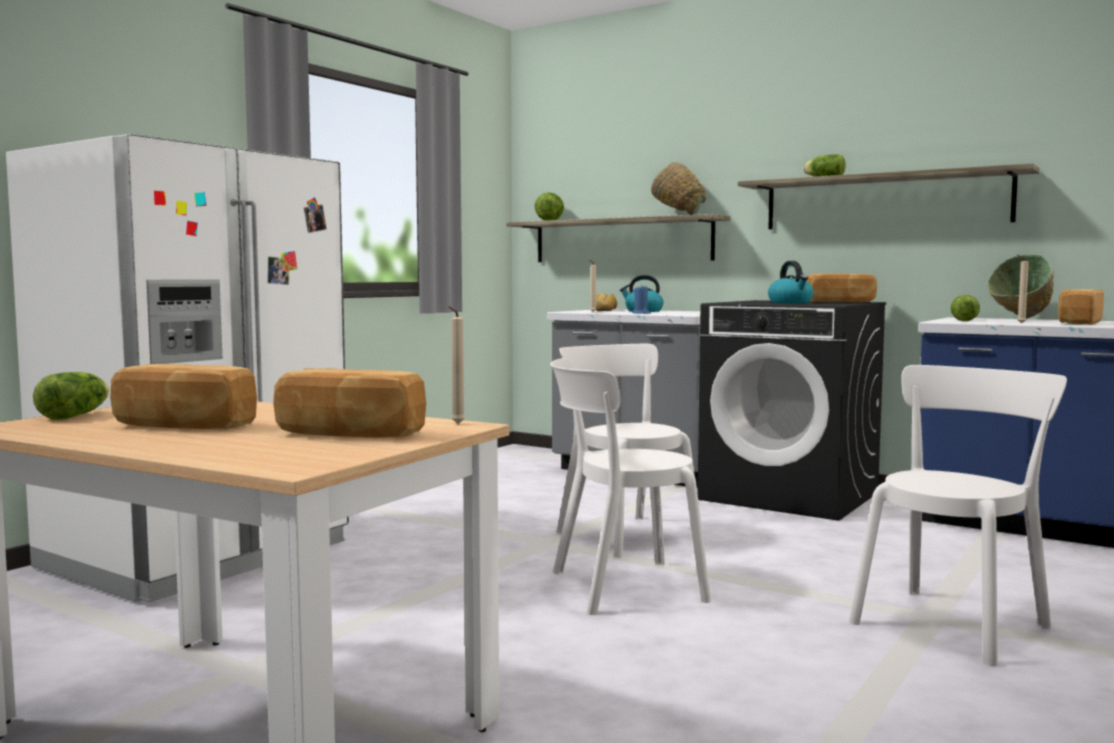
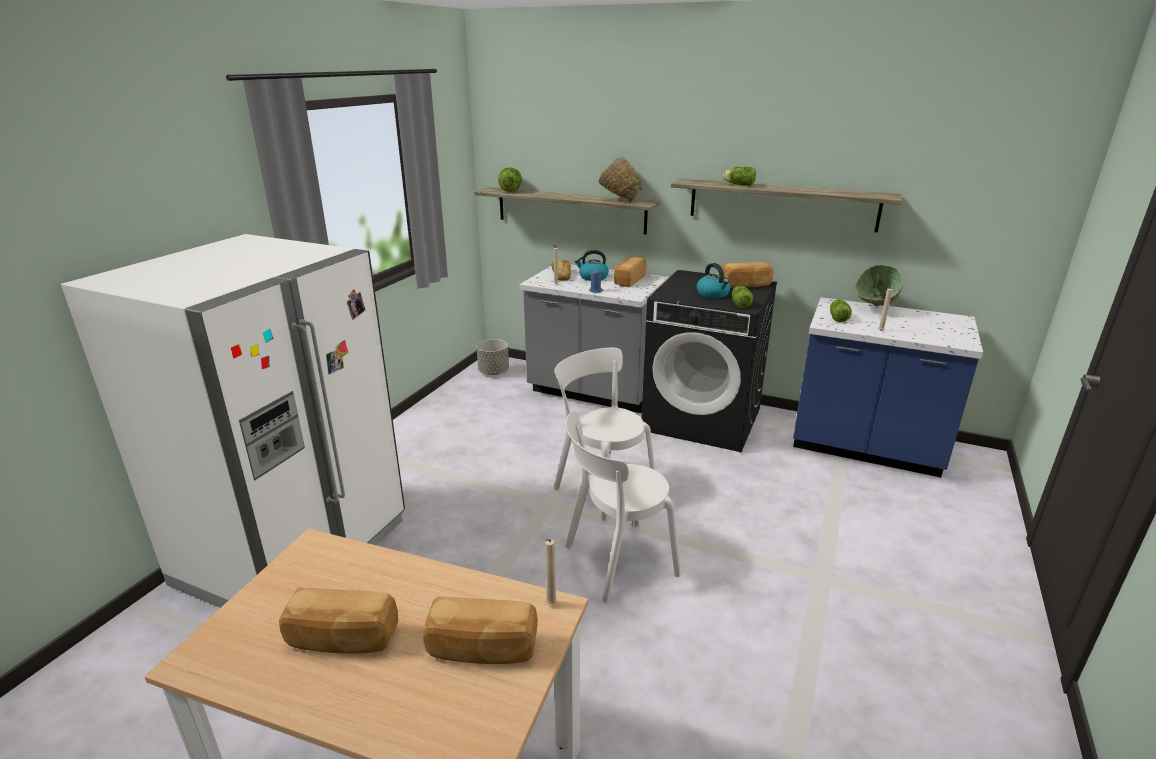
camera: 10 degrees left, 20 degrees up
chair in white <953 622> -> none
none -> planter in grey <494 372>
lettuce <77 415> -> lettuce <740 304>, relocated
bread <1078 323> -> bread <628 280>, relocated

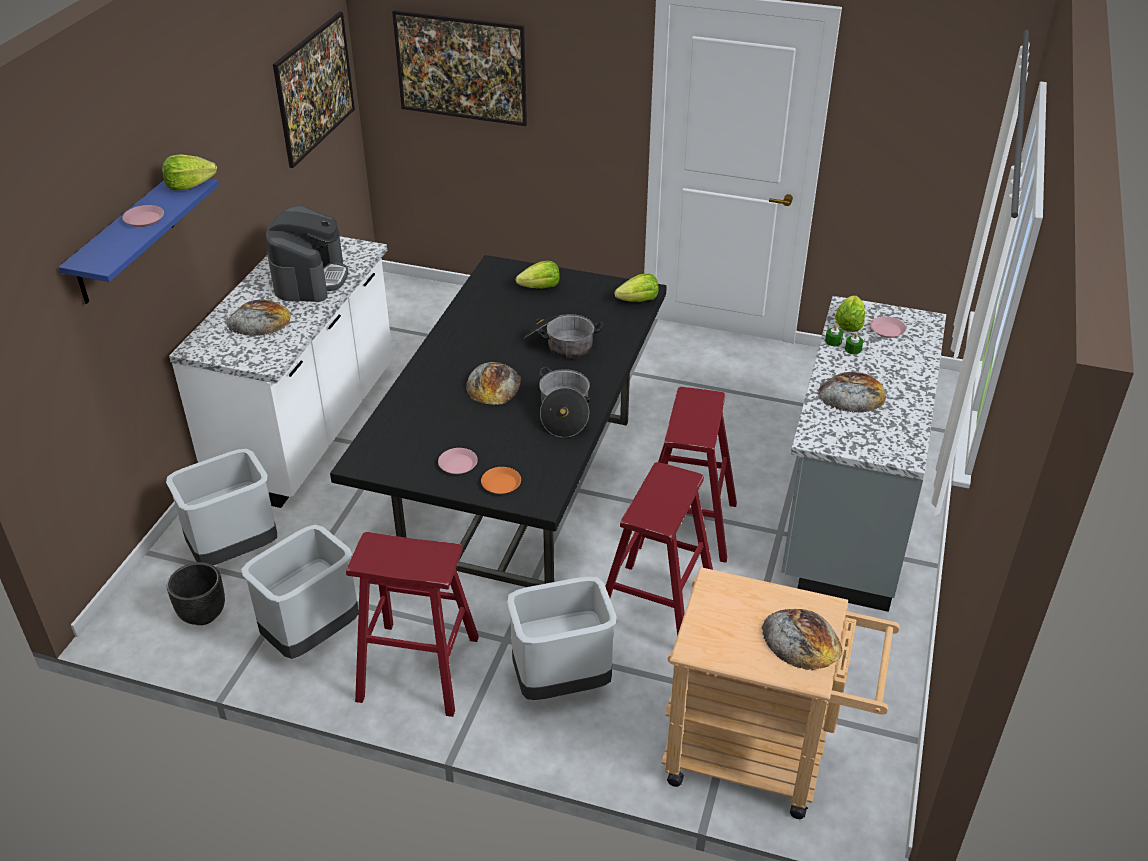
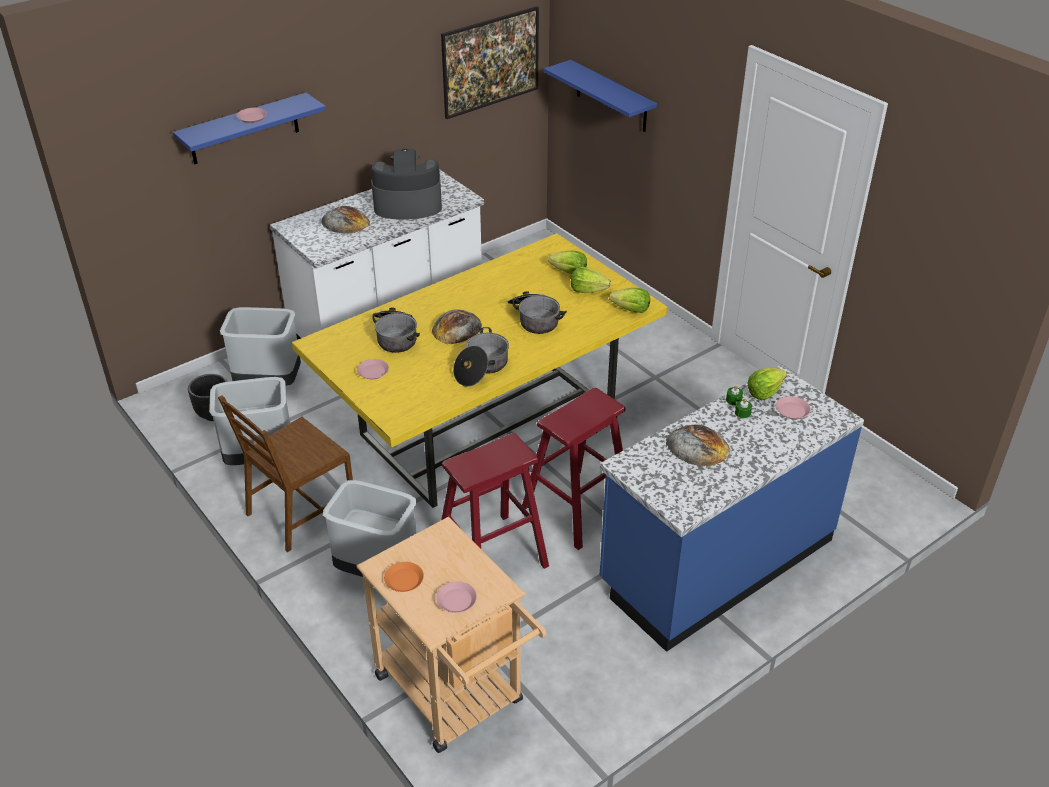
camera: 35 degrees right, 0 degrees up
none -> cooking pot <396 337>
lettuce <189 186> -> lettuce <588 290>, relocated
plate in orange <500 483> -> plate in orange <404 579>, relocated
stool in red <418 668> -> chair in brown <300 512>
picture <462 92> -> shelf in blue <611 97>
bread <801 639> -> plate in pink <456 600>
dining table in black <519 487> -> dining table in yellow <485 425>
counter in grey <847 513> -> counter in blue <715 562>
coffee machine <310 278> -> coffee machine <407 205>, 135 degrees counterclockwise

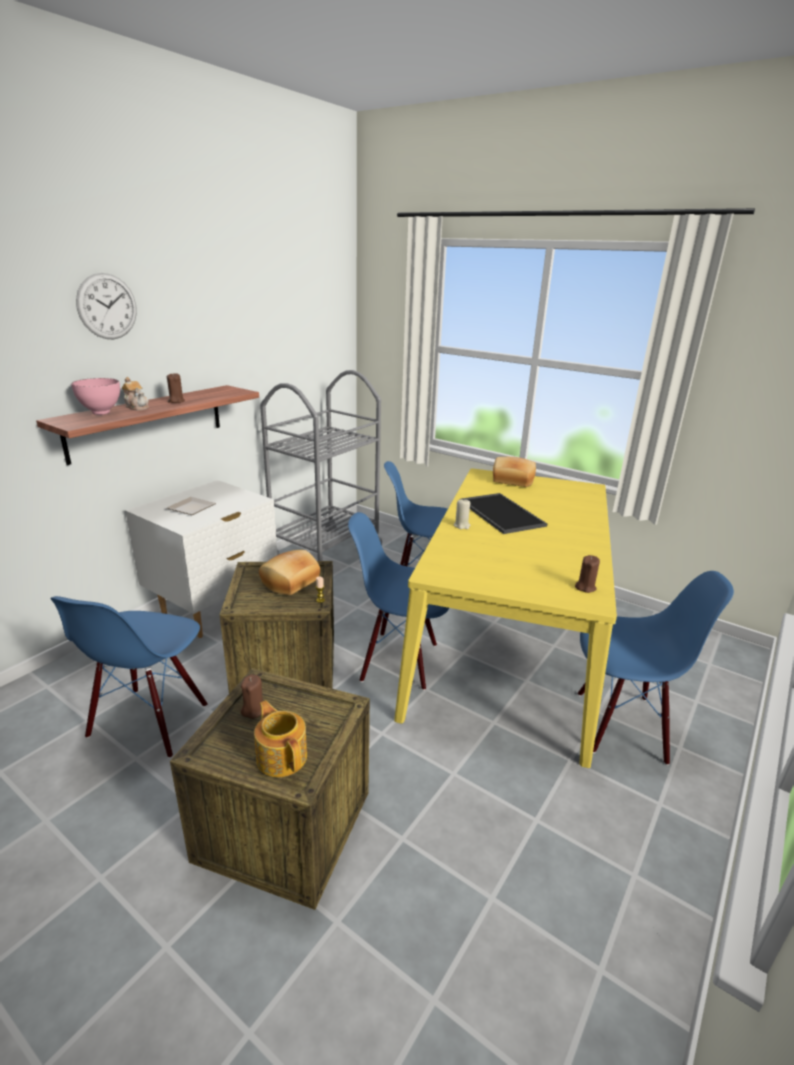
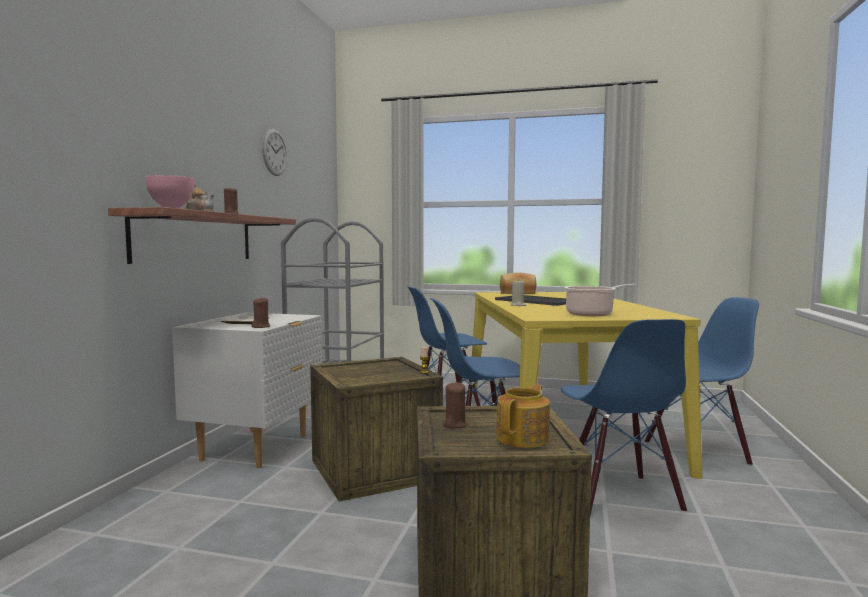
camera: 20 degrees left, 20 degrees down
bread <291 582> -> none
none -> cooking pot <592 314>
chair in blue <149 722> -> chair in blue <619 497>, relocated
wall clock <107 306> -> wall clock <274 152>, relocated
candle in brown <585 587> -> candle in brown <261 327>, relocated
teapot <282 756> -> teapot <523 438>, 90 degrees clockwise

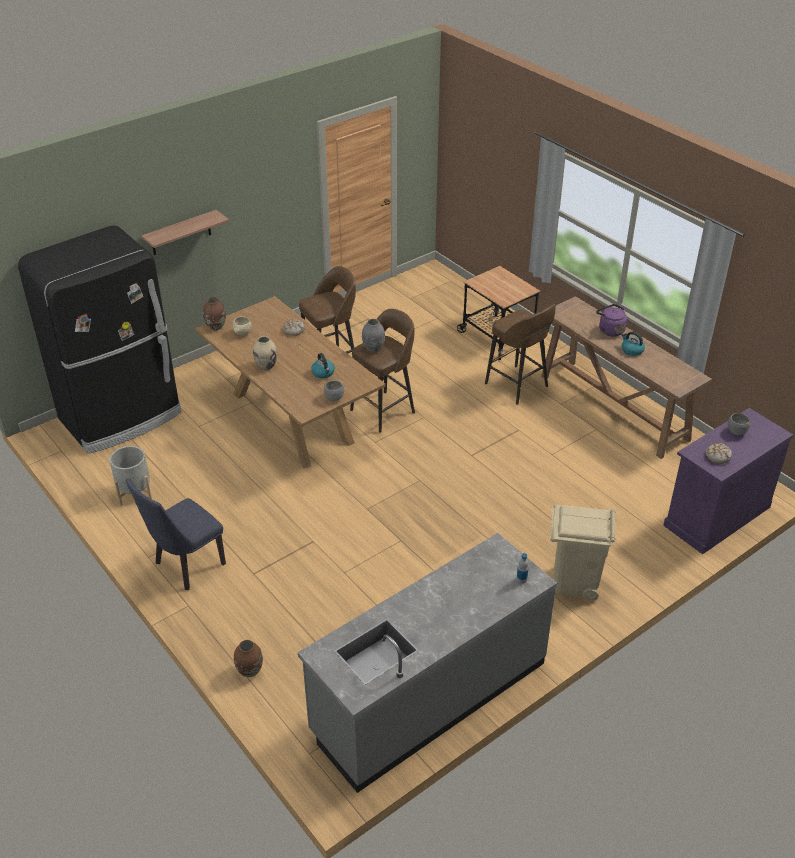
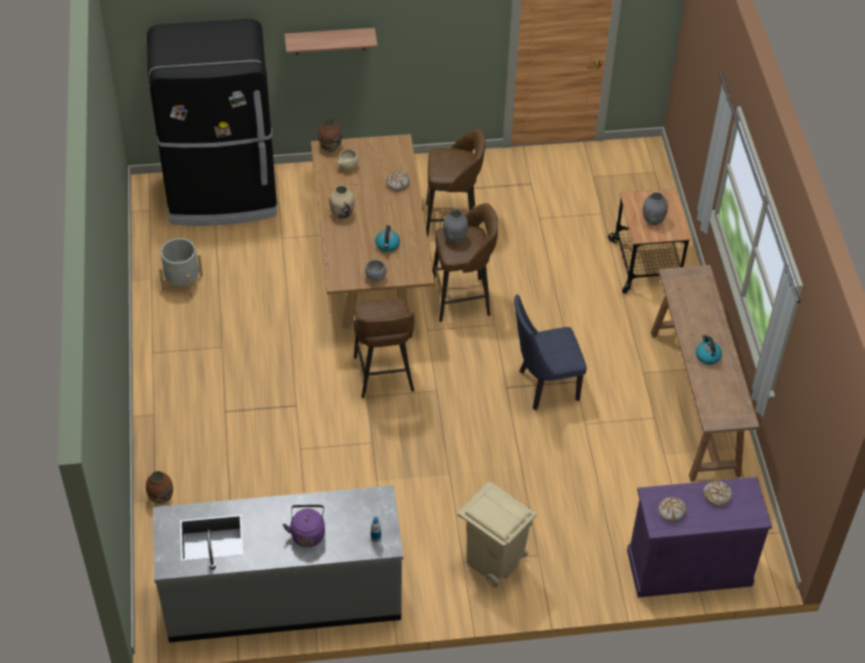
camera: 30 degrees right, 10 degrees up
none -> vase in grey <653 220>
chair in blue <185 567> -> chair in blue <543 387>, relocated
stool in brown <517 386> -> stool in brown <384 376>, relocated
kettle in purple <609 330> -> kettle in purple <307 533>, relocated
bowl in grey <736 432> -> bread <716 496>

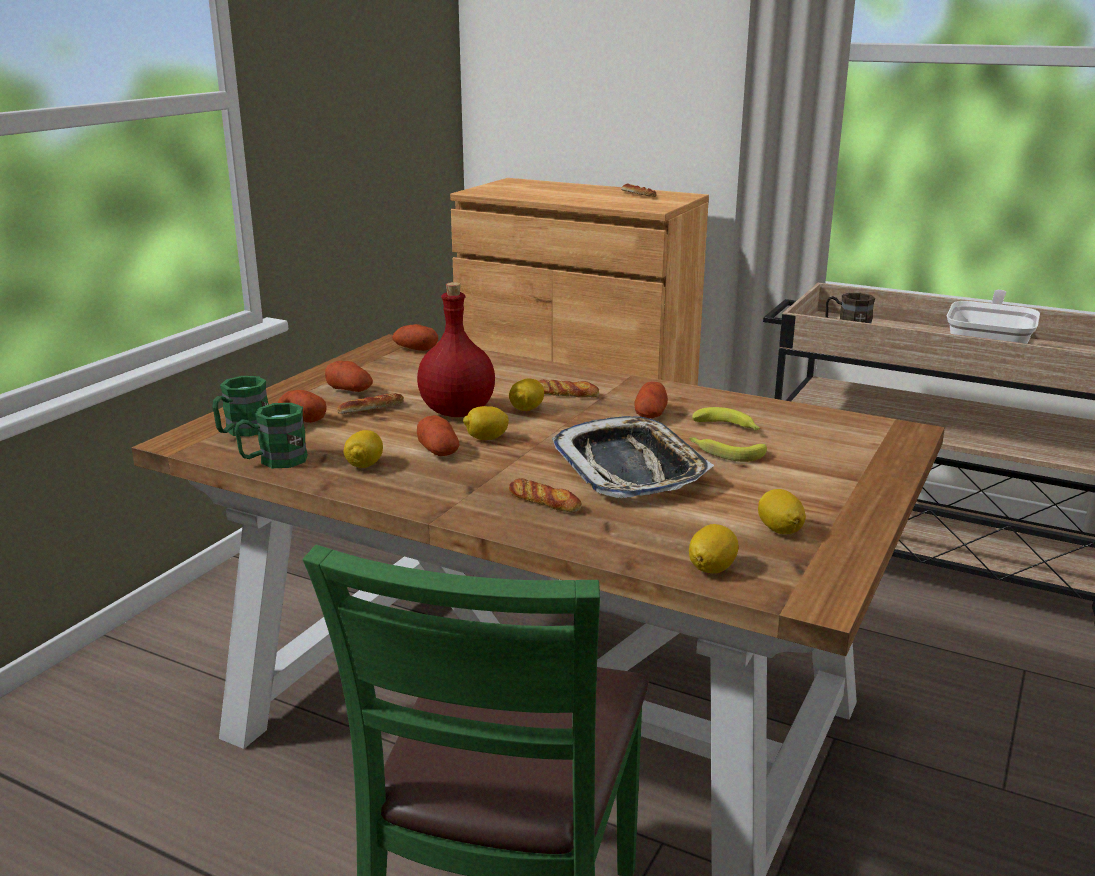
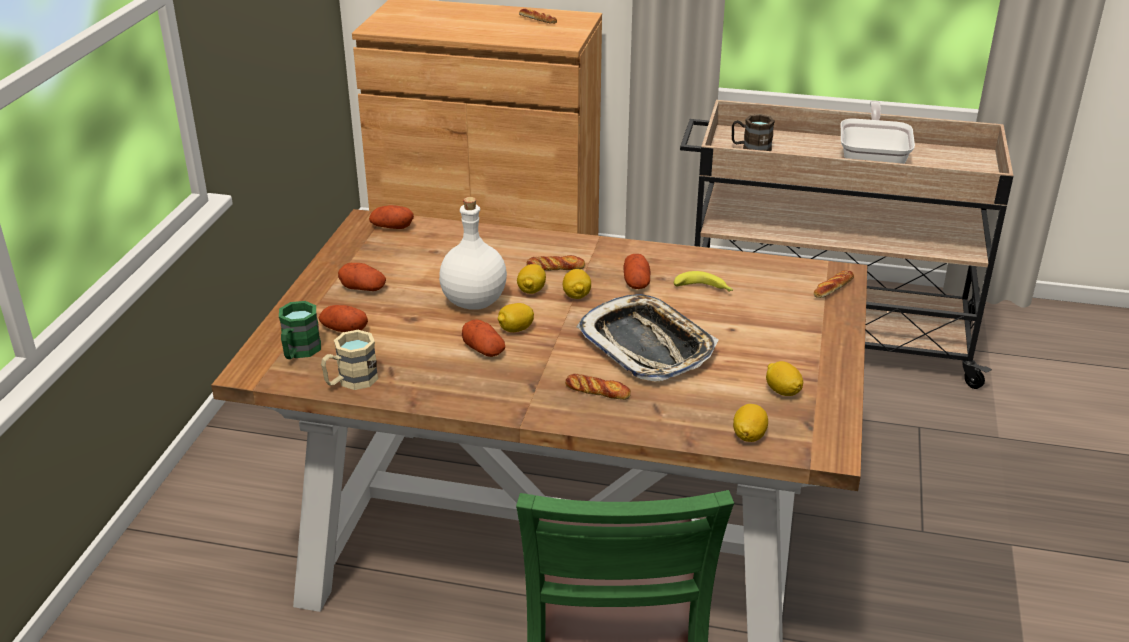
camera: 15 degrees left, 10 degrees up
banana <725 453> -> none
bread <371 409> -> bread <833 288>, relocated
lemon <364 465> -> lemon <576 296>, relocated
mug in green <273 461> -> mug in beige <350 381>
bottle in red <458 412> -> bottle in white <475 301>

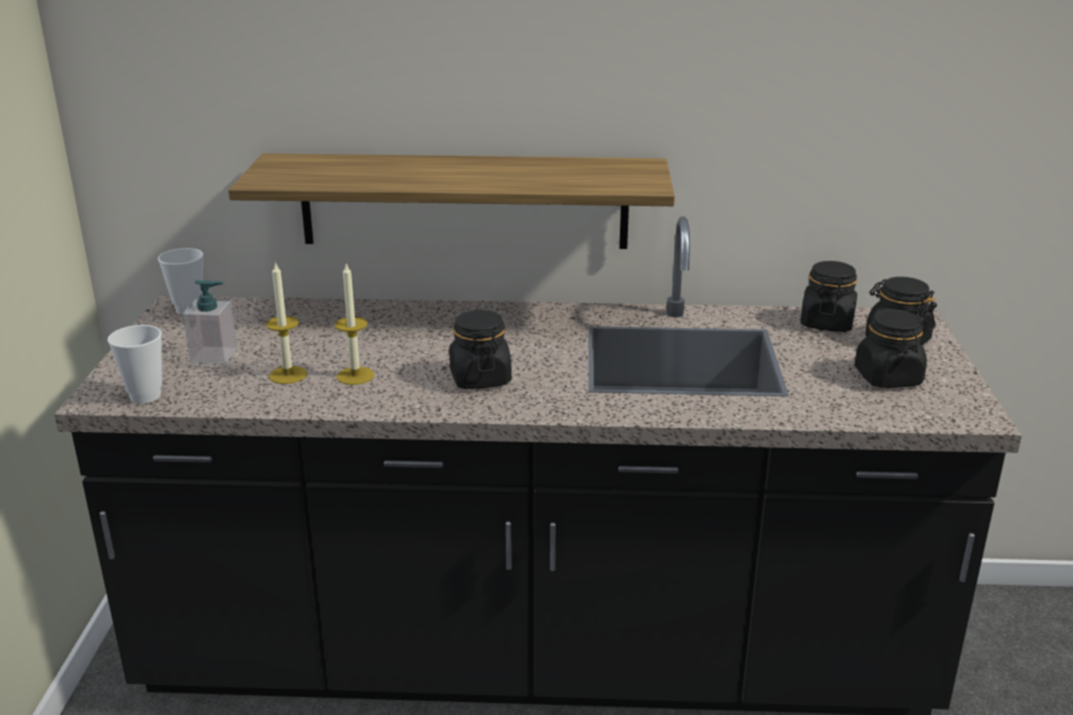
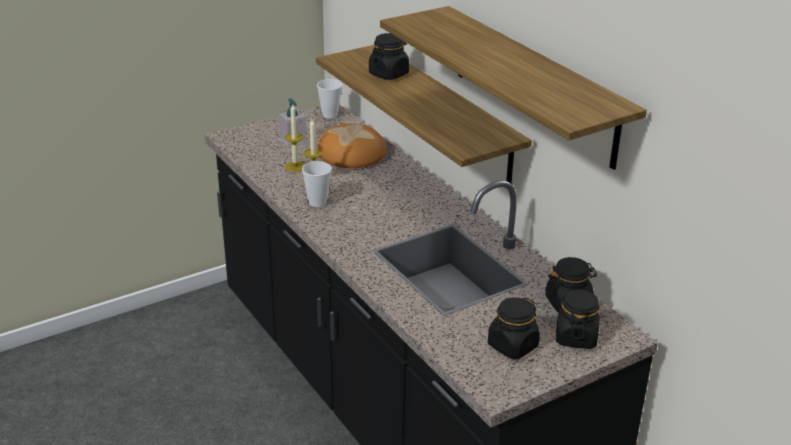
camera: 55 degrees right, 5 degrees up
none -> bread <352 153>
none -> shelf <533 85>
cup <145 396> -> cup <317 202>, relocated
jar in black <480 378> -> jar in black <389 74>, relocated

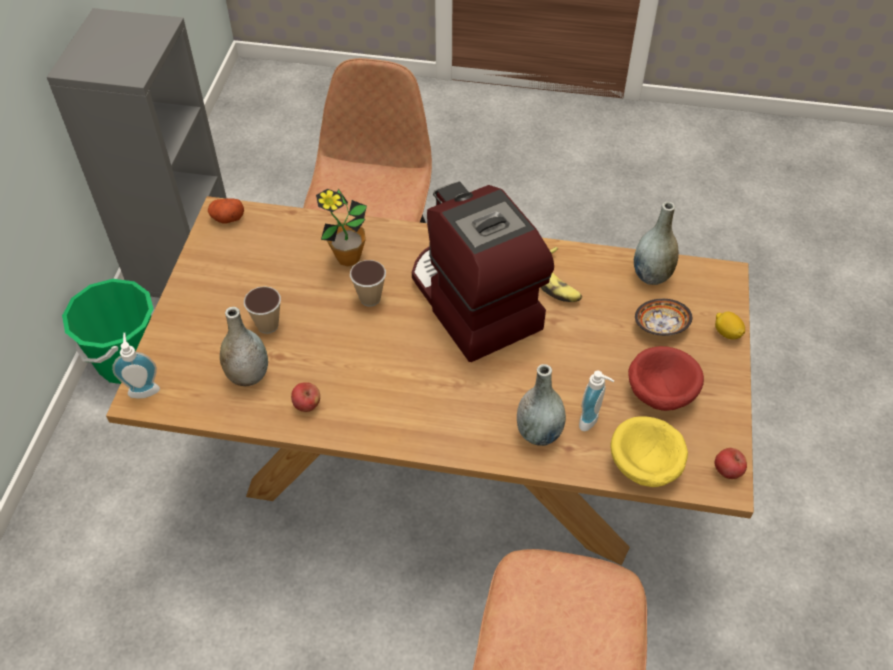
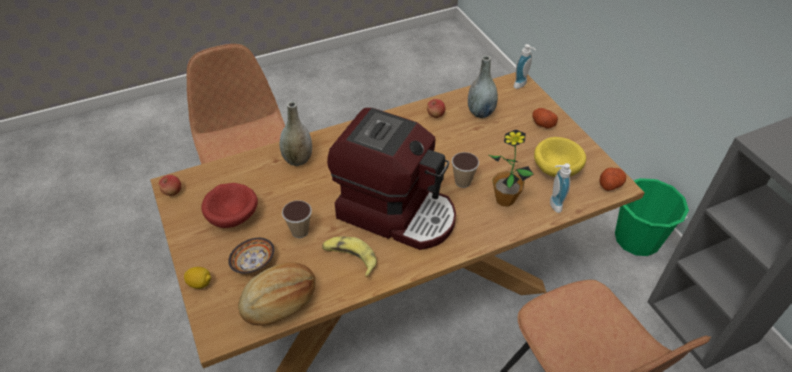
camera: 145 degrees right, 5 degrees down
none -> potato <542 124>
cup <267 325> -> cup <300 231>, relocated
soap dispenser <592 421> -> soap dispenser <553 204>, relocated
bowl in yellow <644 467> -> bowl in yellow <555 168>, relocated
vase in grey <651 275> -> bread <280 302>

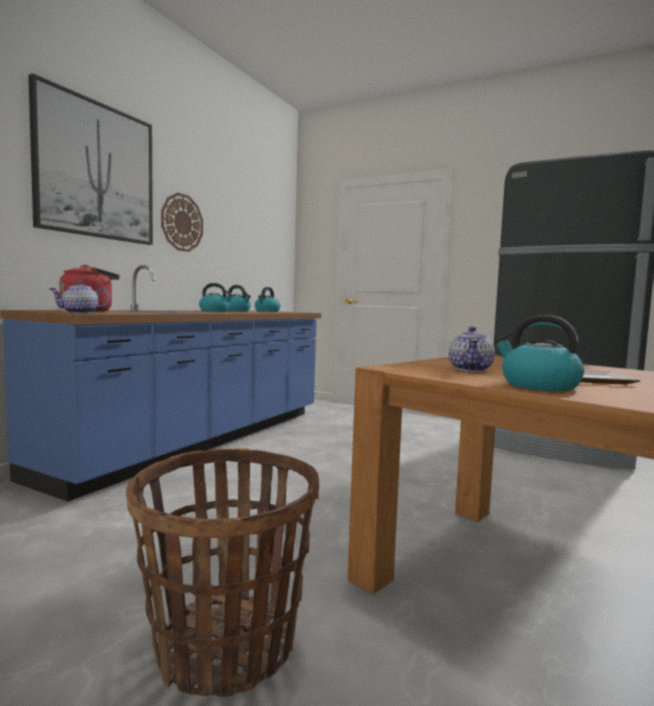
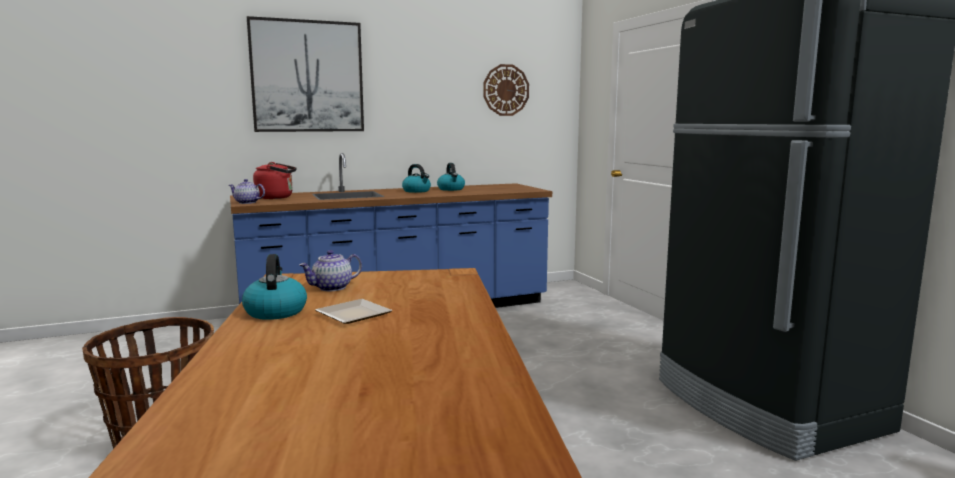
camera: 40 degrees right, 5 degrees up
kettle <267 311> -> none
wall clock <182 222> -> wall clock <506 90>, relocated

